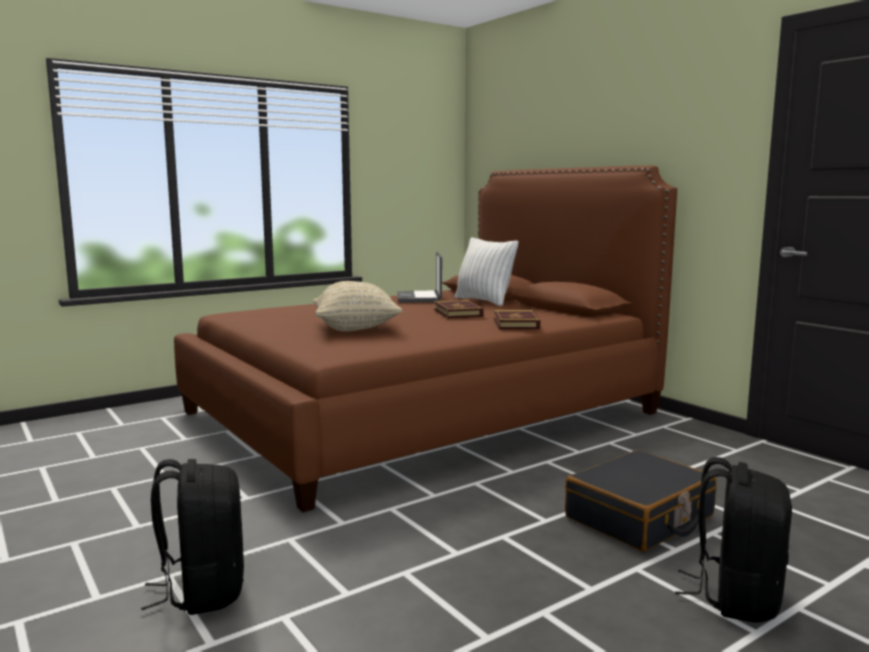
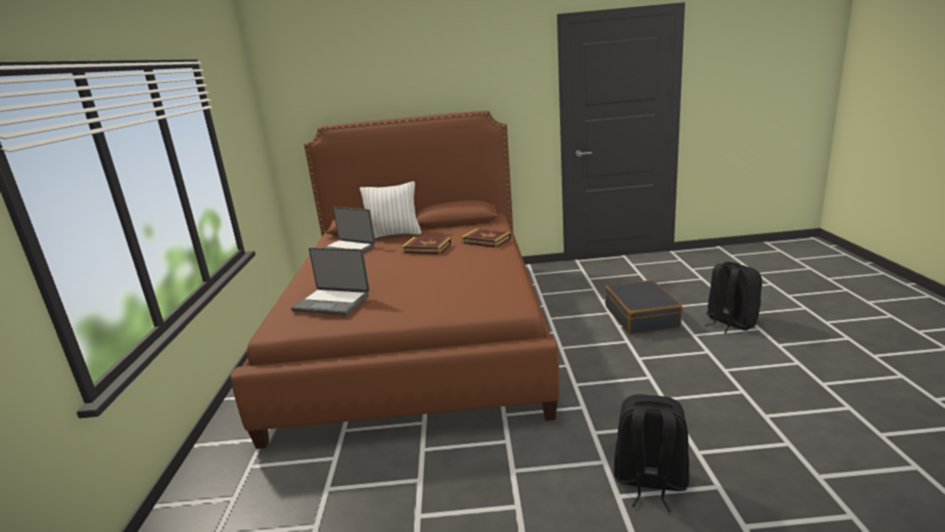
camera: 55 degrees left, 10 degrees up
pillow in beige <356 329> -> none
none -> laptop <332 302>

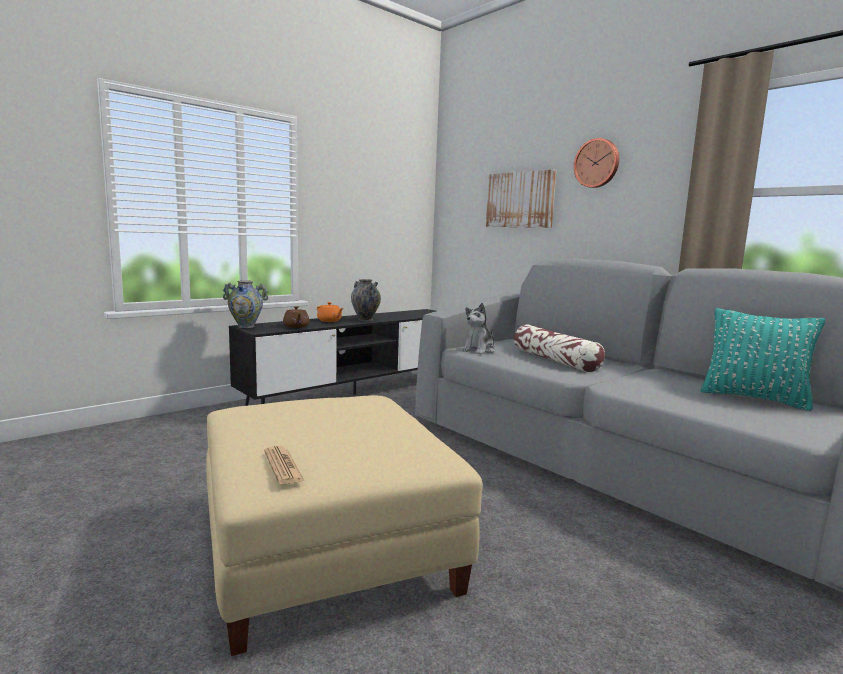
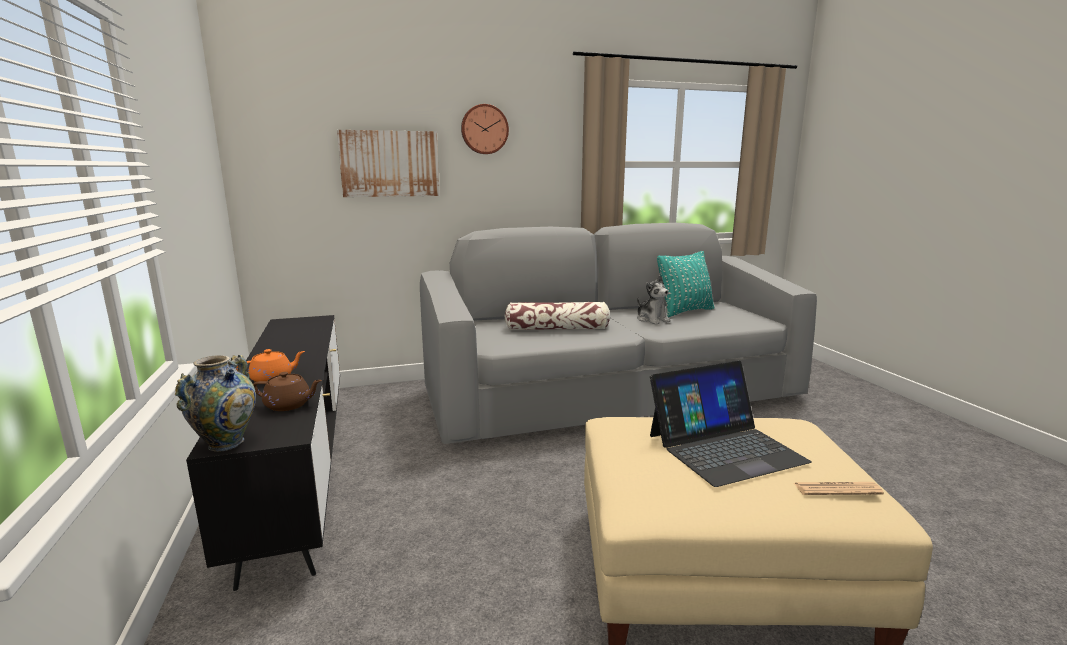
camera: 65 degrees left, 5 degrees up
vase <365 320> -> none
none -> laptop <724 448>
plush toy <479 350> -> plush toy <652 319>, relocated

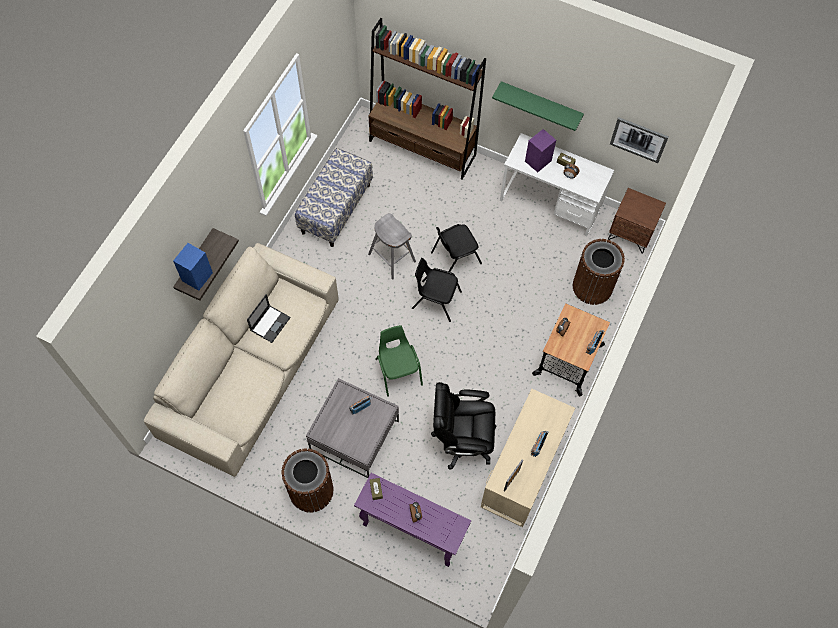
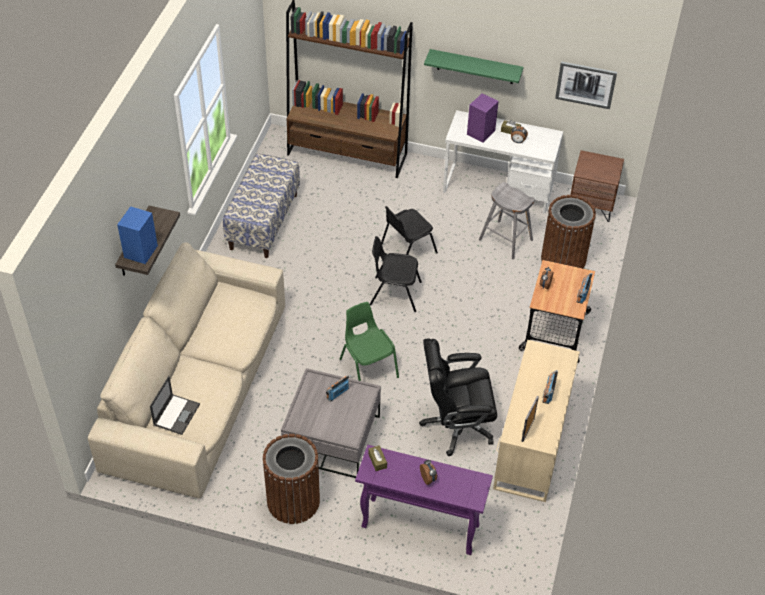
camera: 10 degrees left, 15 degrees down
laptop <270 323> -> laptop <176 414>, relocated
stool in grey <392 258> -> stool in grey <506 240>, relocated

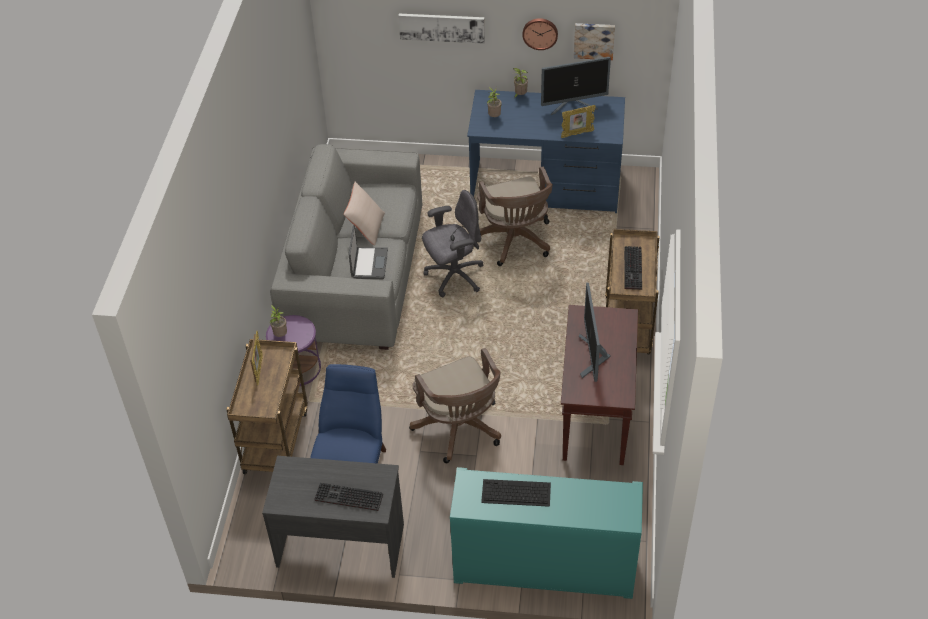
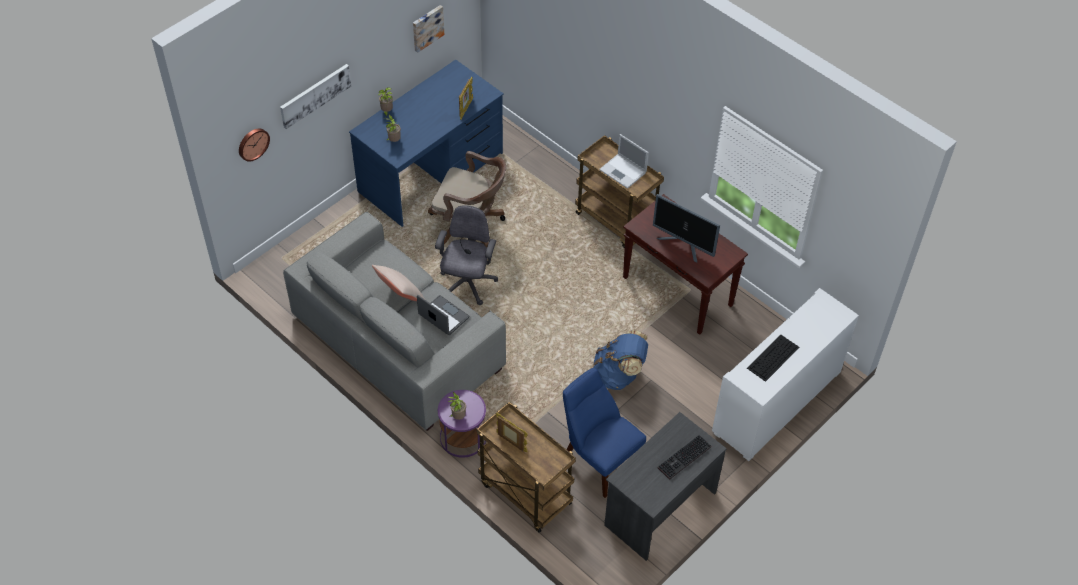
camera: 55 degrees left, 5 degrees up
monitor <573 106> -> none
wall clock <540 33> -> wall clock <253 143>, relocated
office chair in brown <460 430> -> backpack in blue <619 374>
keyboard <634 269> -> laptop <623 171>
cabinet in turquoise <544 566> -> cabinet in white <777 402>

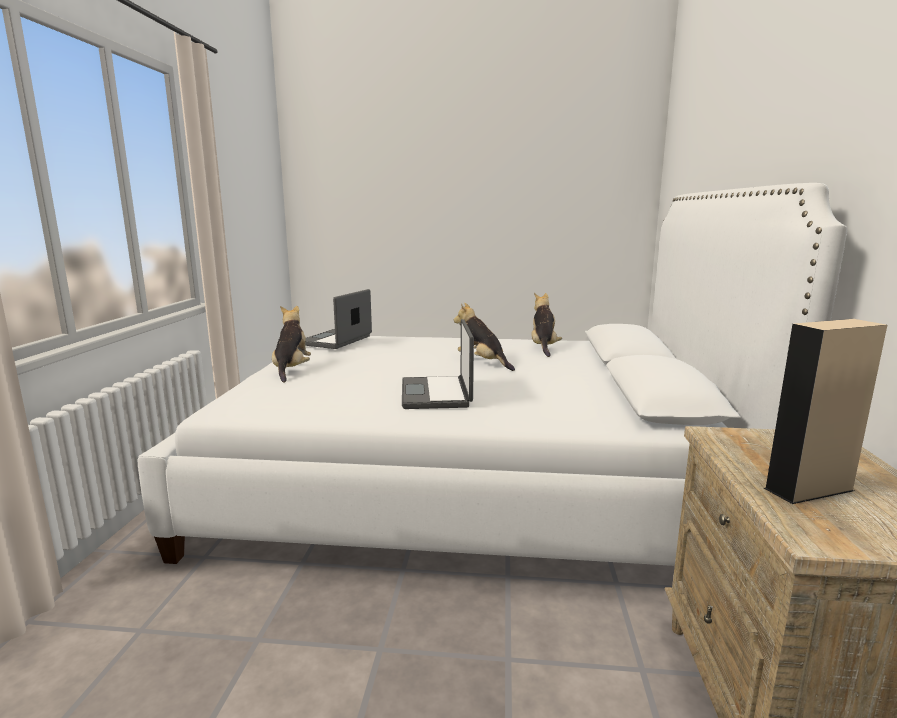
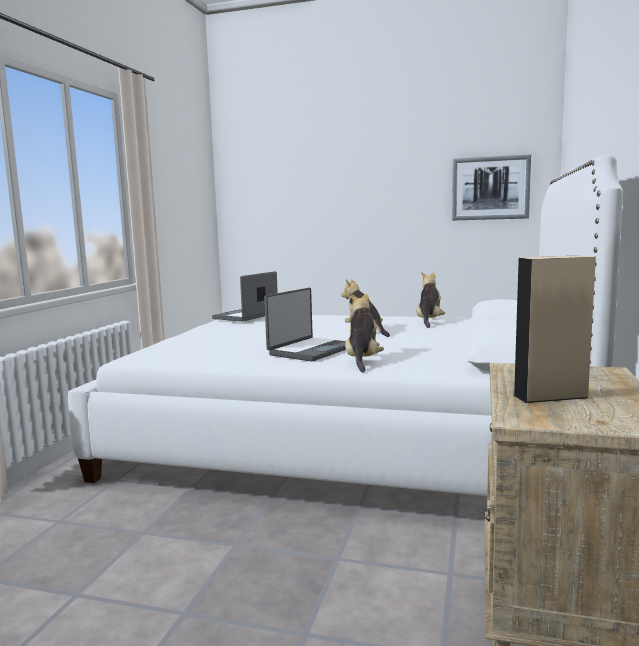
camera: 10 degrees right, 5 degrees down
none -> picture <490 188>
plush toy <291 370> -> plush toy <362 360>, relocated
laptop <437 394> -> laptop <310 350>, 150 degrees counterclockwise

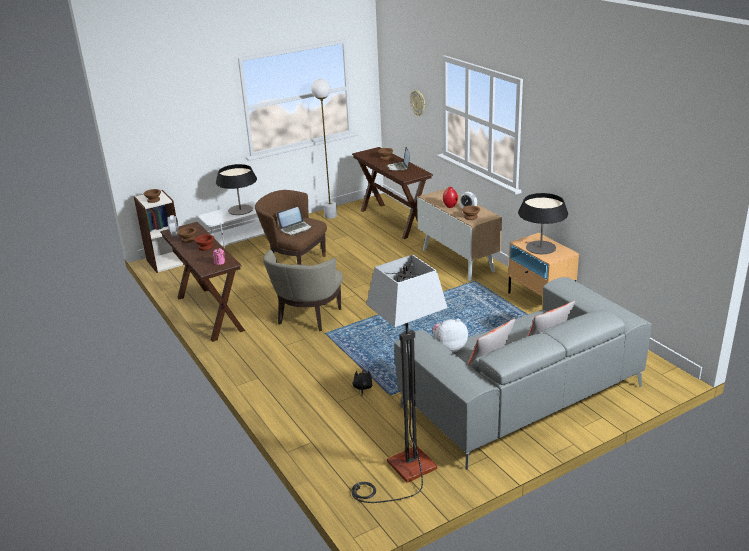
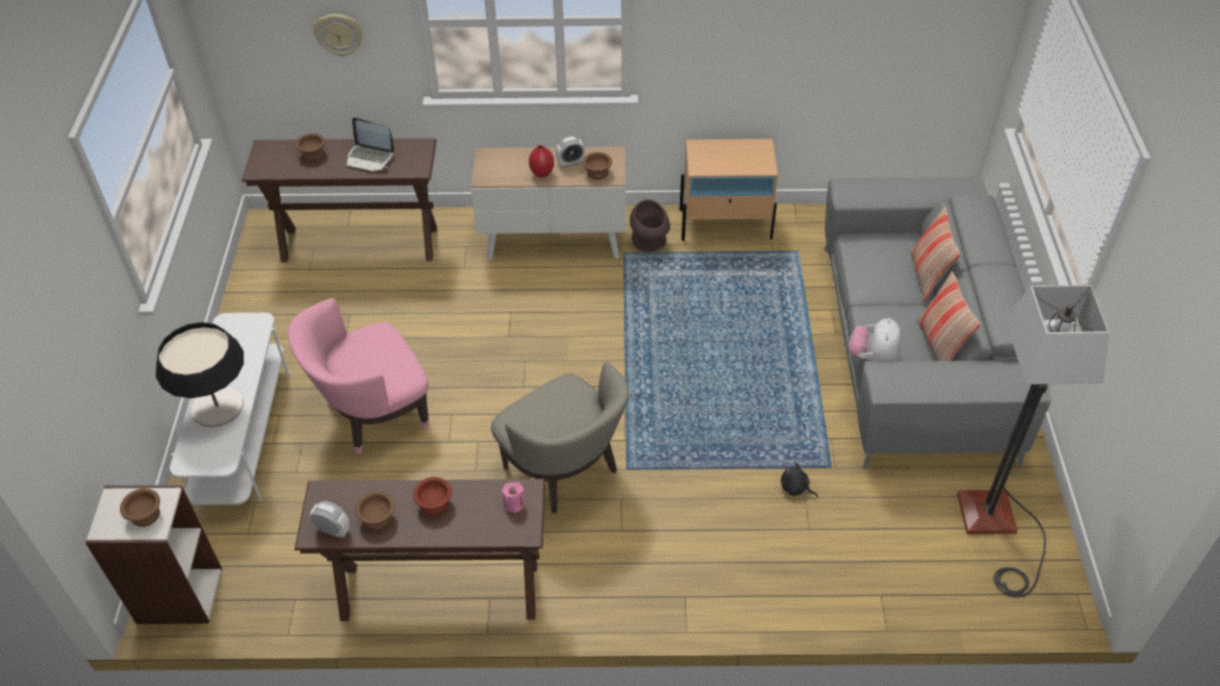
camera: 60 degrees left, 20 degrees up
laptop <296 229> -> none
floor lamp in white <330 216> -> none
table lamp <541 247> -> none
none -> vase in brown <649 243>
armchair in brown <294 262> -> armchair in pink <372 414>

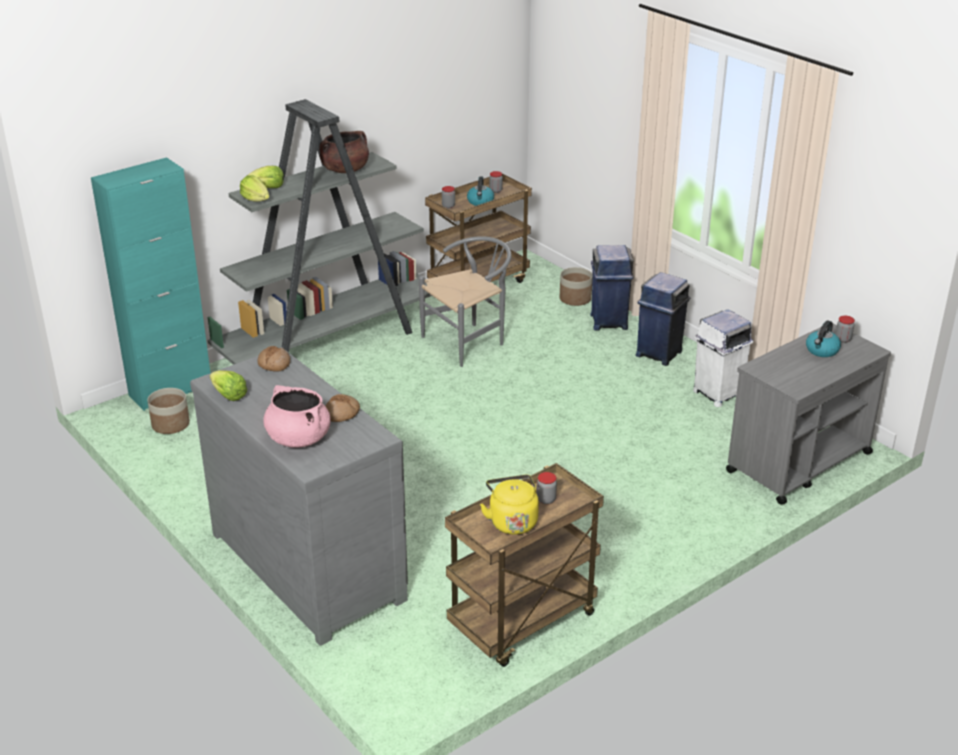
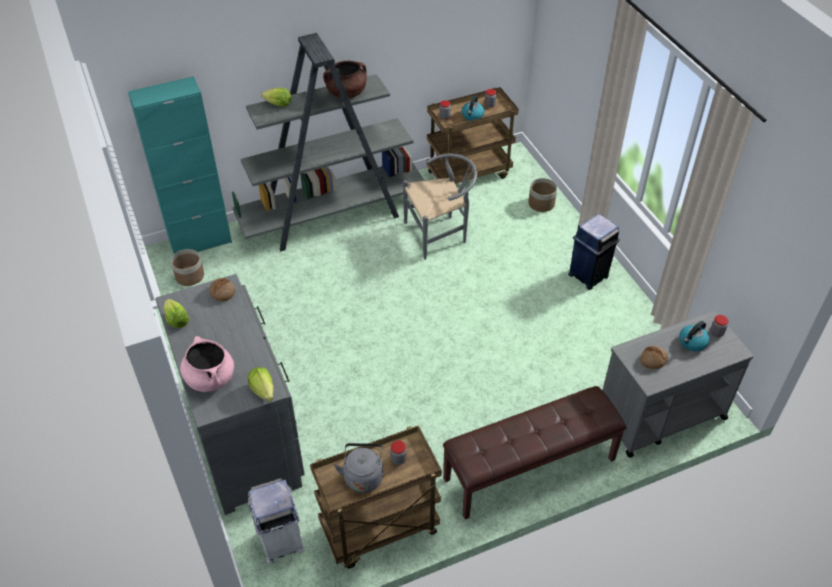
camera: 15 degrees right, 15 degrees up
trash can in blue <609 321> -> none
none -> bench in brown <530 469>
lettuce <256 200> -> lettuce <263 390>, relocated
bread <342 413> -> bread <653 360>, relocated
trash can in white <717 393> -> trash can in white <280 542>, relocated
kettle in yellow <512 521> -> kettle in grey <363 476>

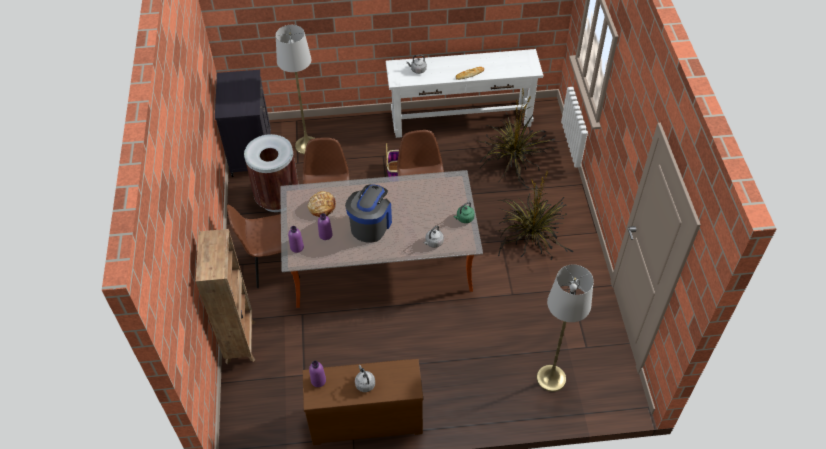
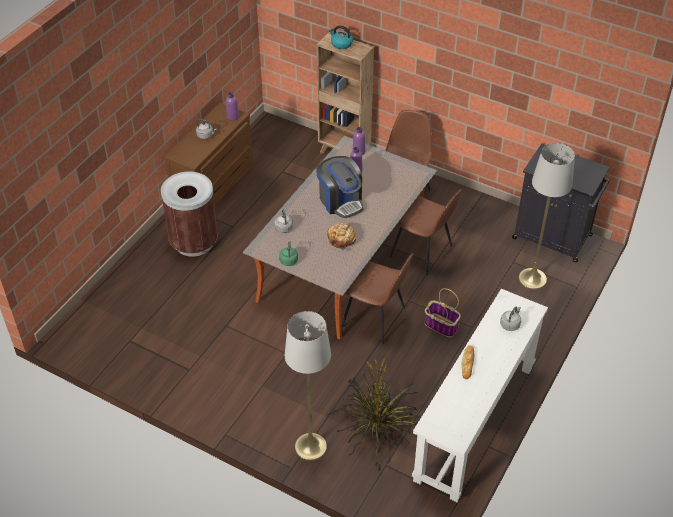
camera: 125 degrees right, 5 degrees down
potted plant <531 235> -> none
none -> kettle <341 44>
trash can in brown <277 198> -> trash can in brown <194 242>, relocated
bread <322 207> -> bread <342 239>, relocated
floor lamp in grey <551 378> -> floor lamp in grey <310 447>, relocated

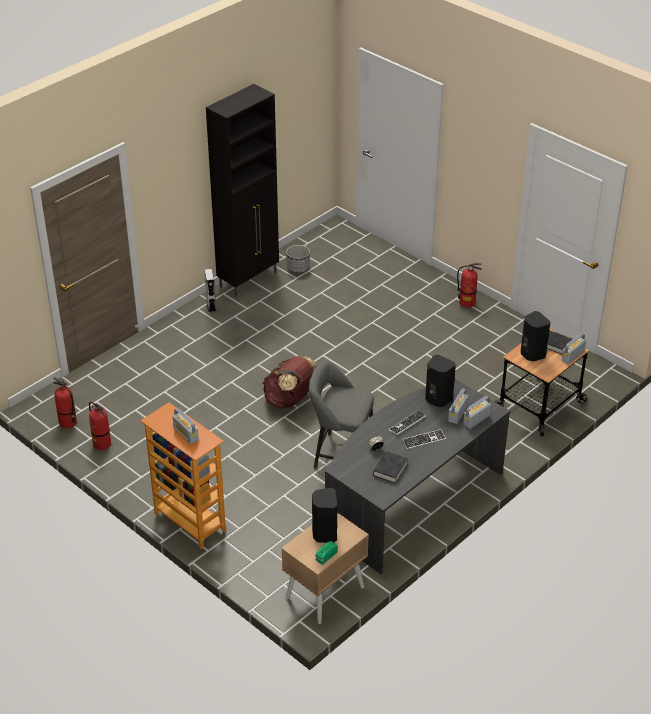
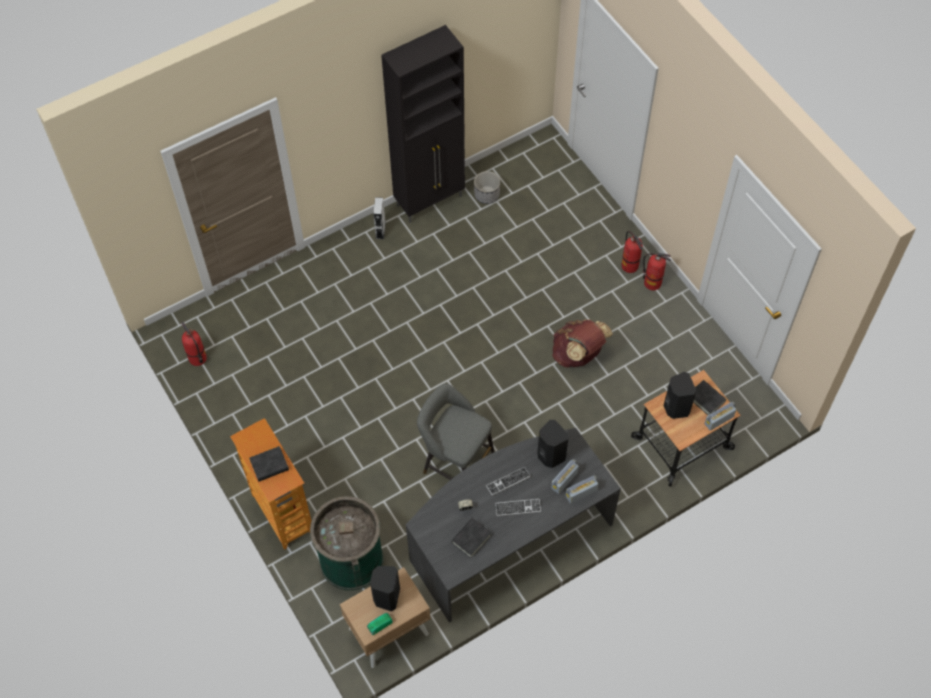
camera: 15 degrees right, 20 degrees up
none -> trash can in green <351 559>
fire extinguisher <102 444> -> fire extinguisher <630 266>, relocated
backpack in brown <289 400> -> backpack in brown <578 355>, relocated
radio <186 434> -> book in black <269 465>

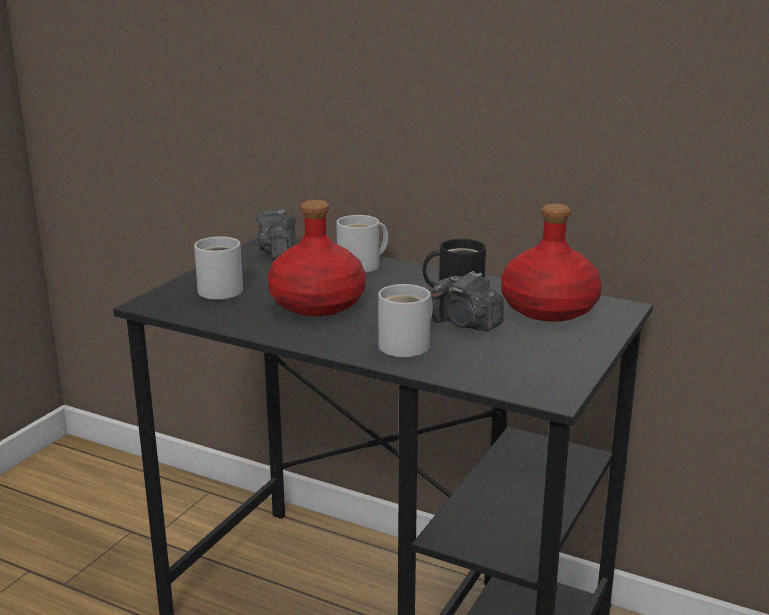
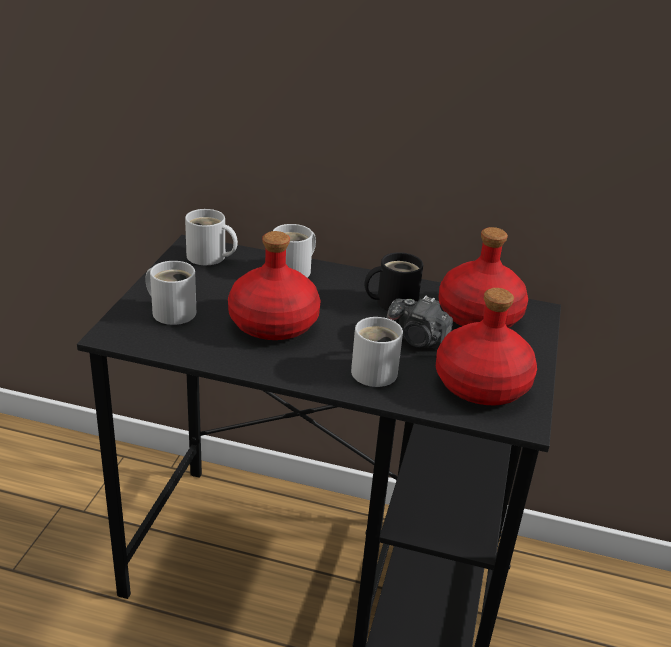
camera: 15 degrees left, 10 degrees up
none -> bottle in red <480 384>
photo camera <279 252> -> mug in white <209 257>

